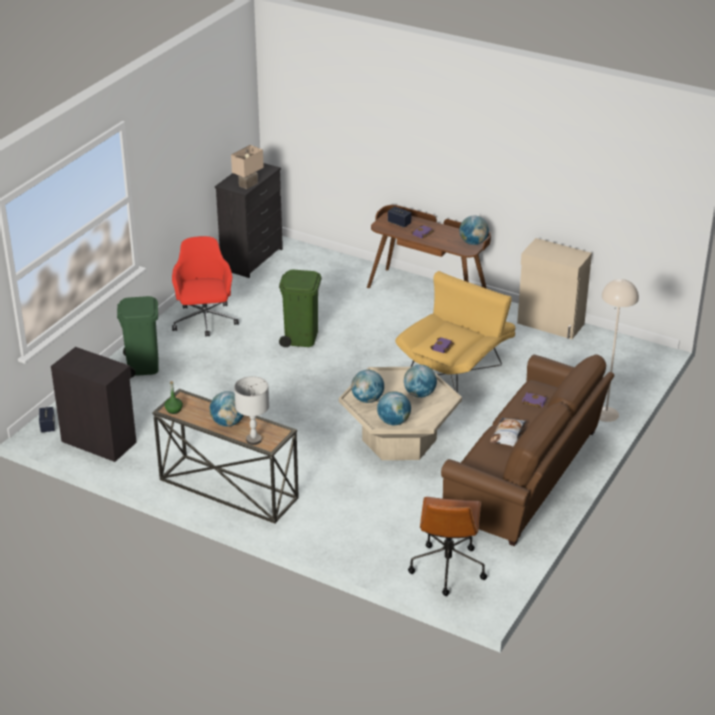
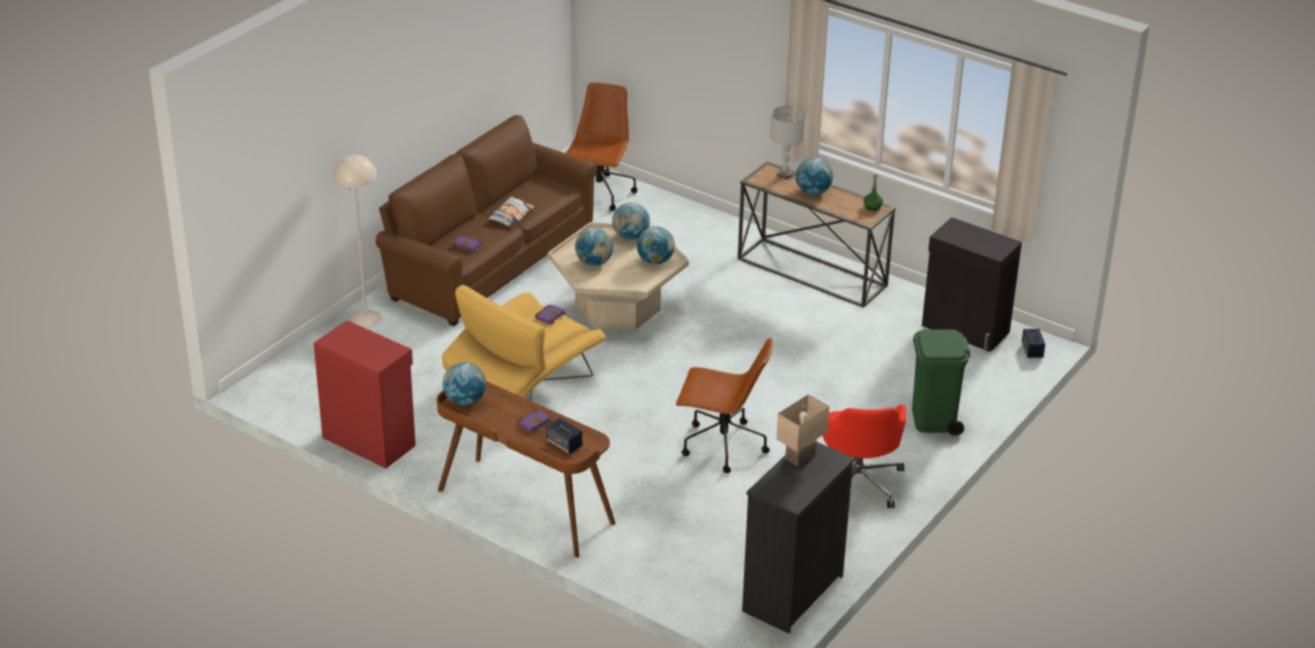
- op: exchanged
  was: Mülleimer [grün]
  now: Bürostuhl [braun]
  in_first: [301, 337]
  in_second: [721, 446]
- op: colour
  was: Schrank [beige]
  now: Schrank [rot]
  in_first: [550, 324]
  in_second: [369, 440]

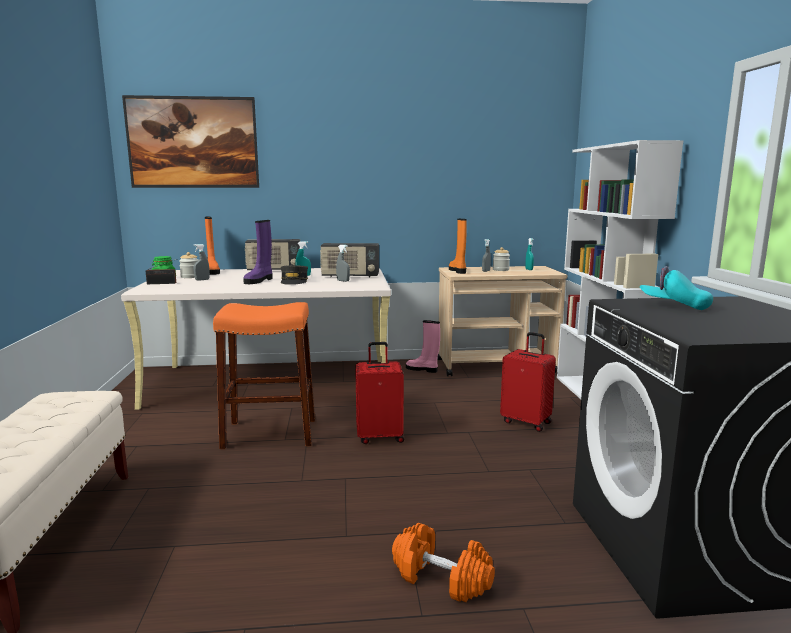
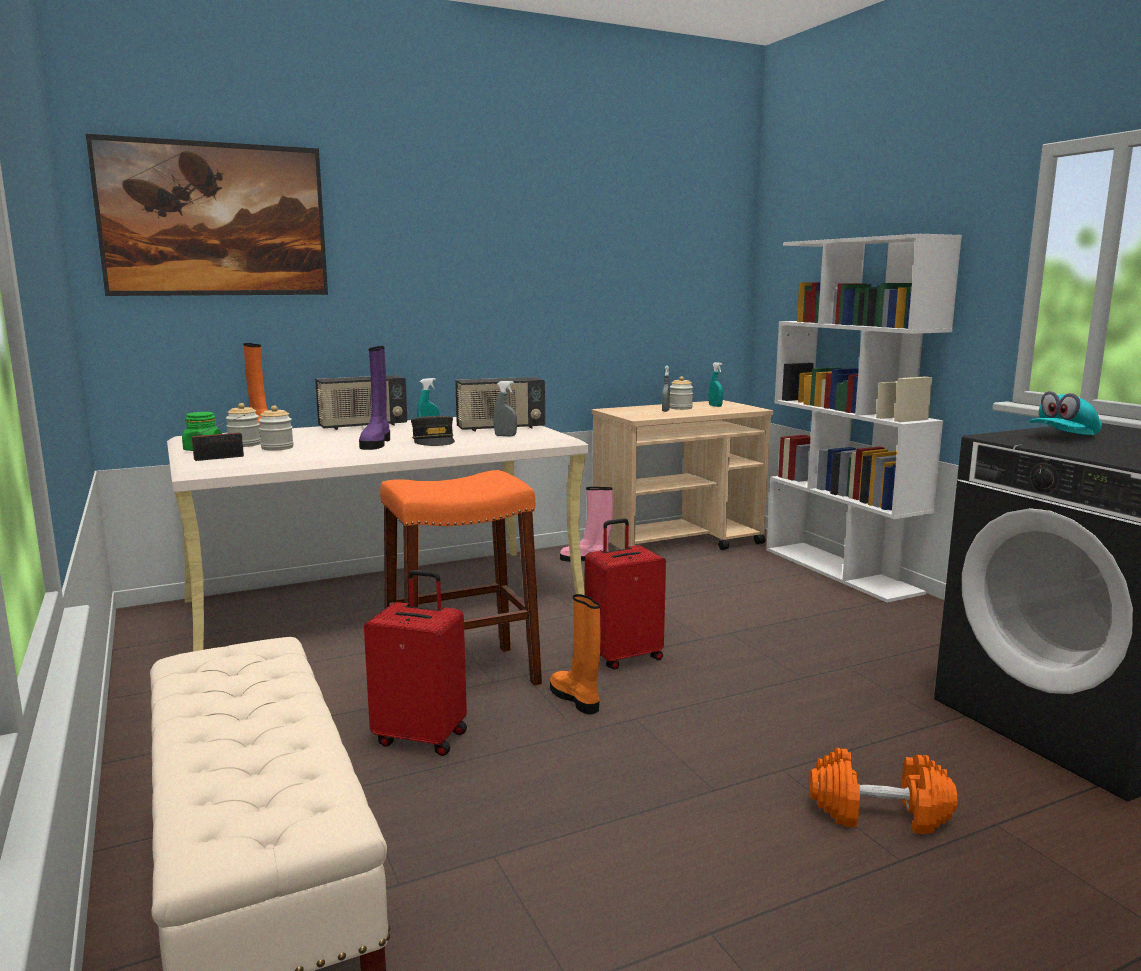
- op: relocated
  was: Stiefel [orange]
  in_first: [458, 271]
  in_second: [576, 699]
- op: relocated
  was: Koffer [rot]
  in_first: [526, 422]
  in_second: [422, 737]
- op: exchanged
  was: Sprühflasche [grau]
  now: Vorratsglas
  in_first: [202, 280]
  in_second: [277, 448]
- op: spun
  was: Kappe [türkis]
  in_first: [674, 306]
  in_second: [1063, 437]
  clockwise: -45

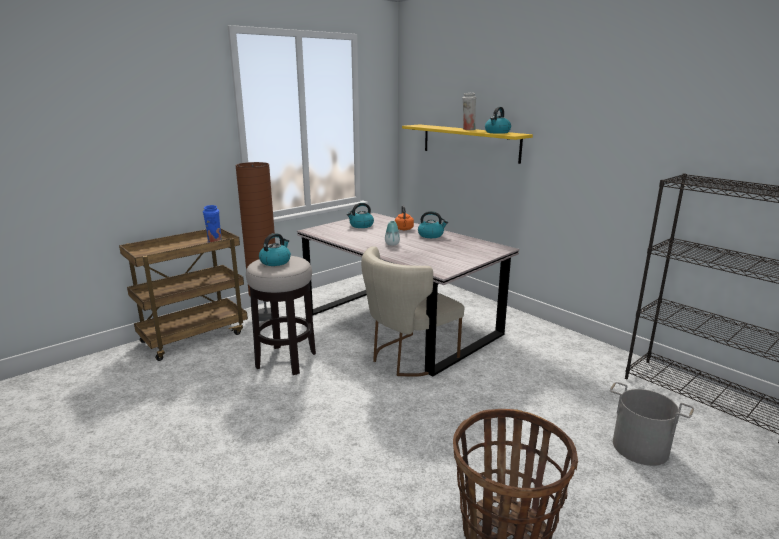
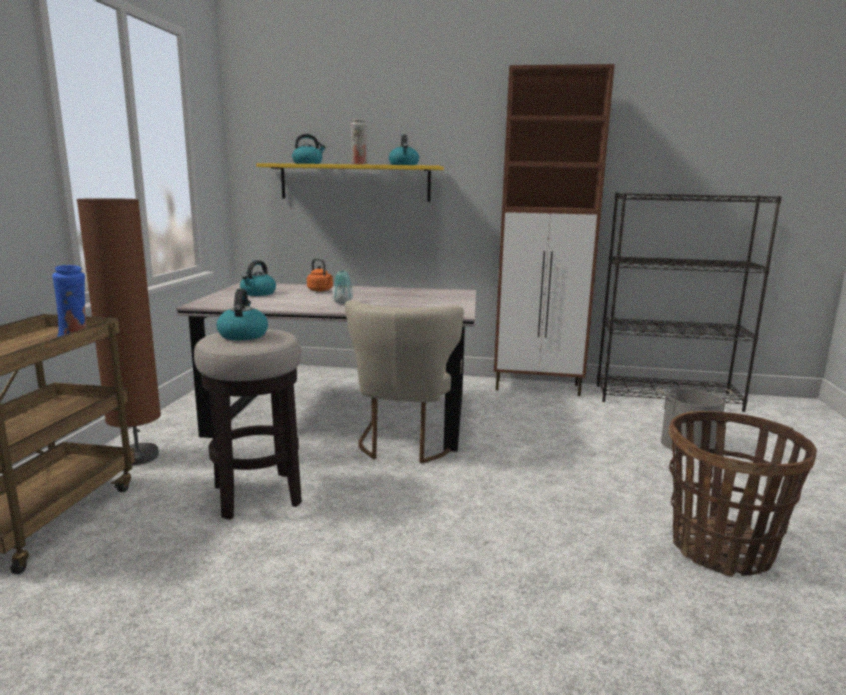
- op: appeared
  now: Schrank [braun]
  in_second: [538, 388]
- op: relocated
  was: Wasserkessel
  in_first: [431, 235]
  in_second: [308, 164]

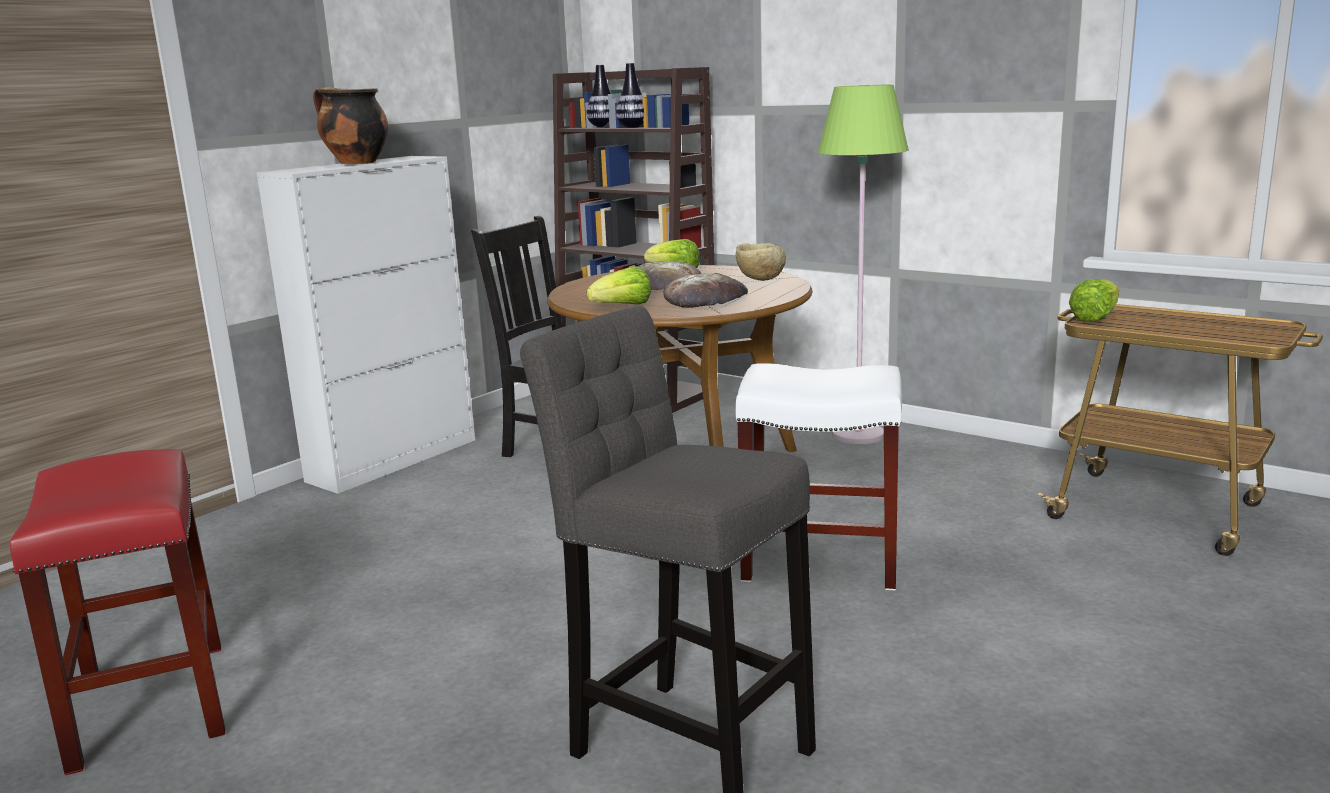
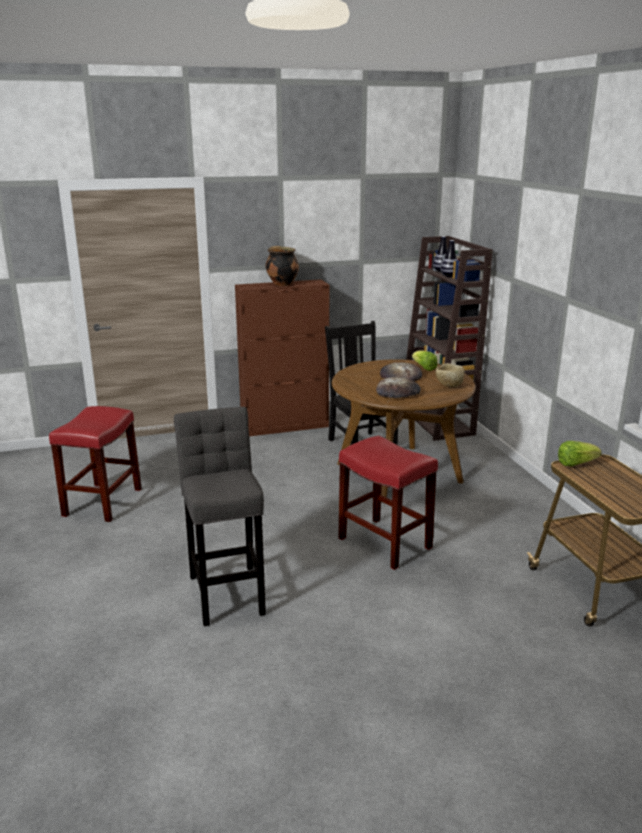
- op: missing
  was: Salatkopf
  in_first: [623, 306]
- op: missing
  was: Stehlampe [grün]
  in_first: [858, 435]
- op: colour
  was: Schrank [weiß]
  now: Schrank [braun]
  in_first: [394, 460]
  in_second: [285, 426]
- op: colour
  was: Hocker [weiß]
  now: Hocker [rot]
  in_first: [822, 560]
  in_second: [385, 543]

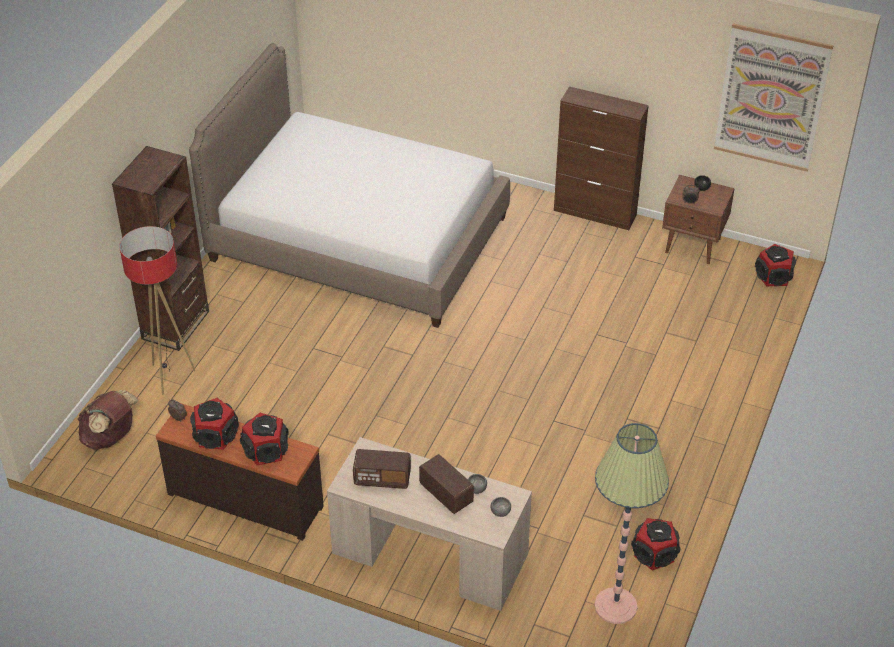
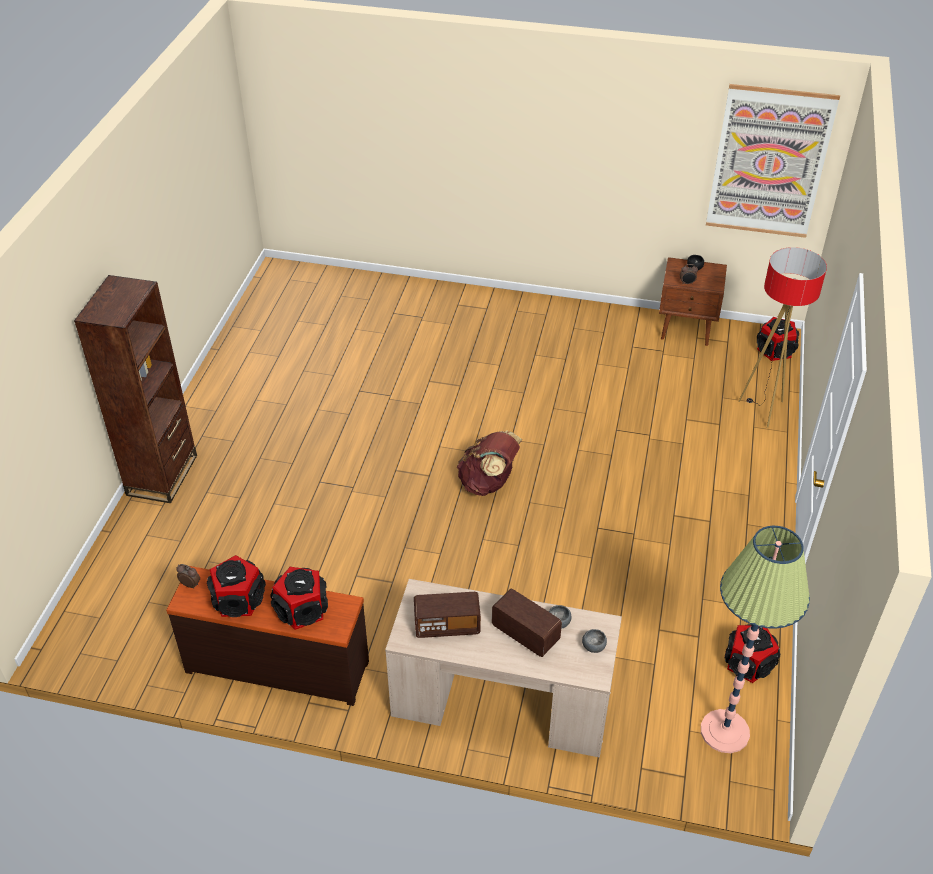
- op: missing
  was: Bett
  in_first: [358, 238]
- op: missing
  was: Schrank [braun]
  in_first: [595, 213]
- op: relocated
  was: Rucksack [braun]
  in_first: [110, 437]
  in_second: [488, 483]
- op: relocated
  was: Stehlampe
  in_first: [170, 376]
  in_second: [762, 410]

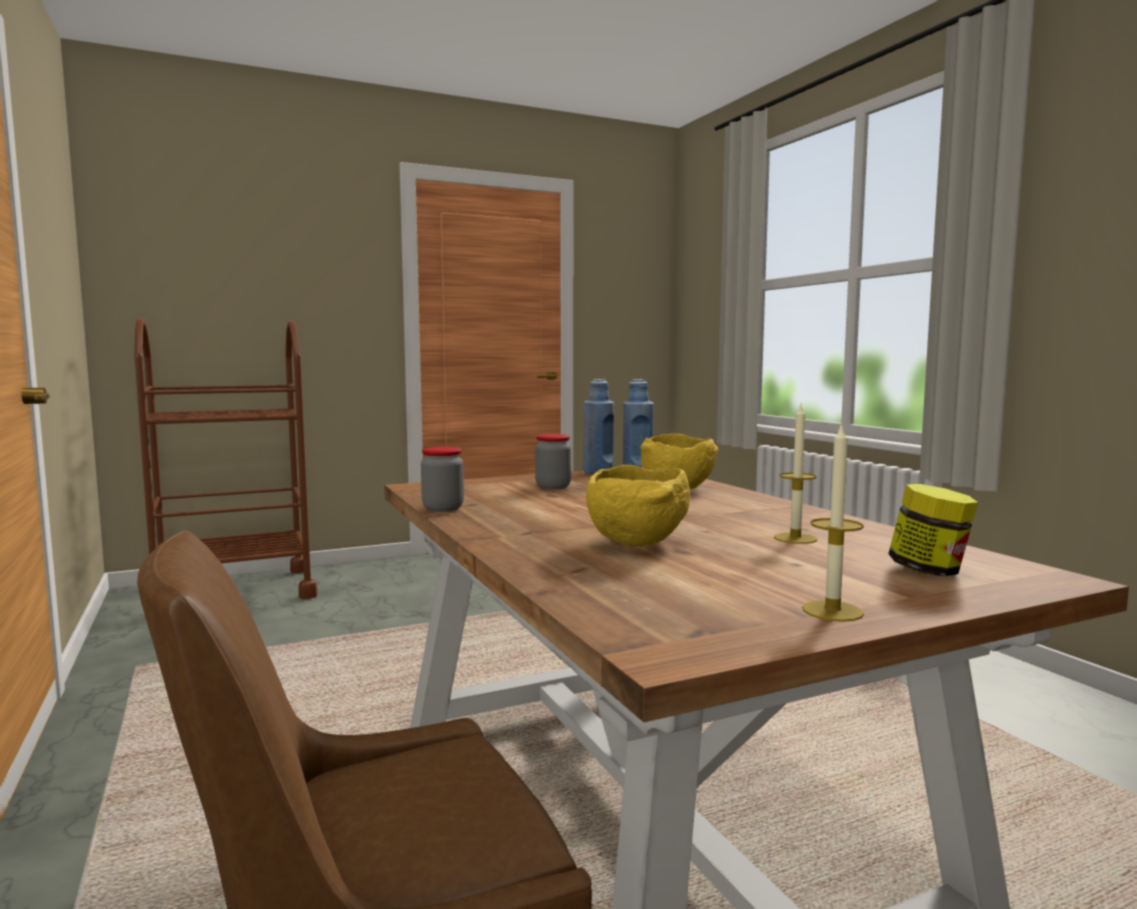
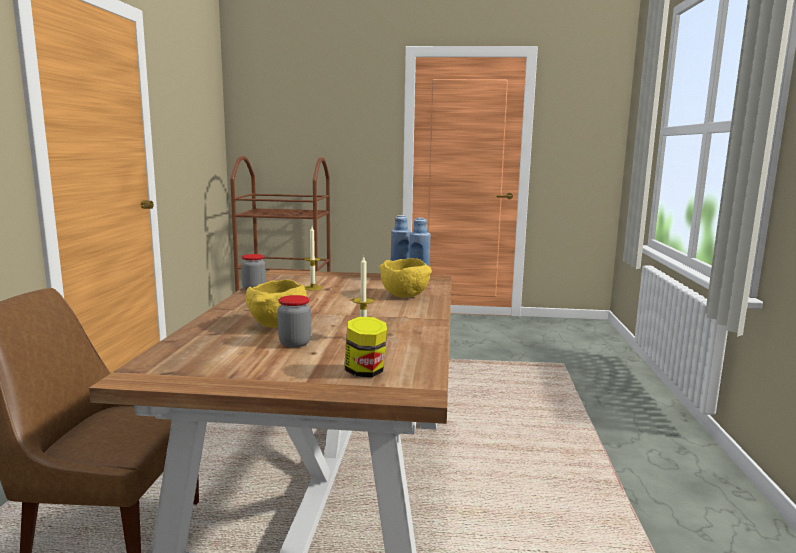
- op: relocated
  was: Vorratsglas
  in_first: [553, 487]
  in_second: [295, 343]
- op: relocated
  was: Kerze
  in_first: [832, 611]
  in_second: [313, 288]

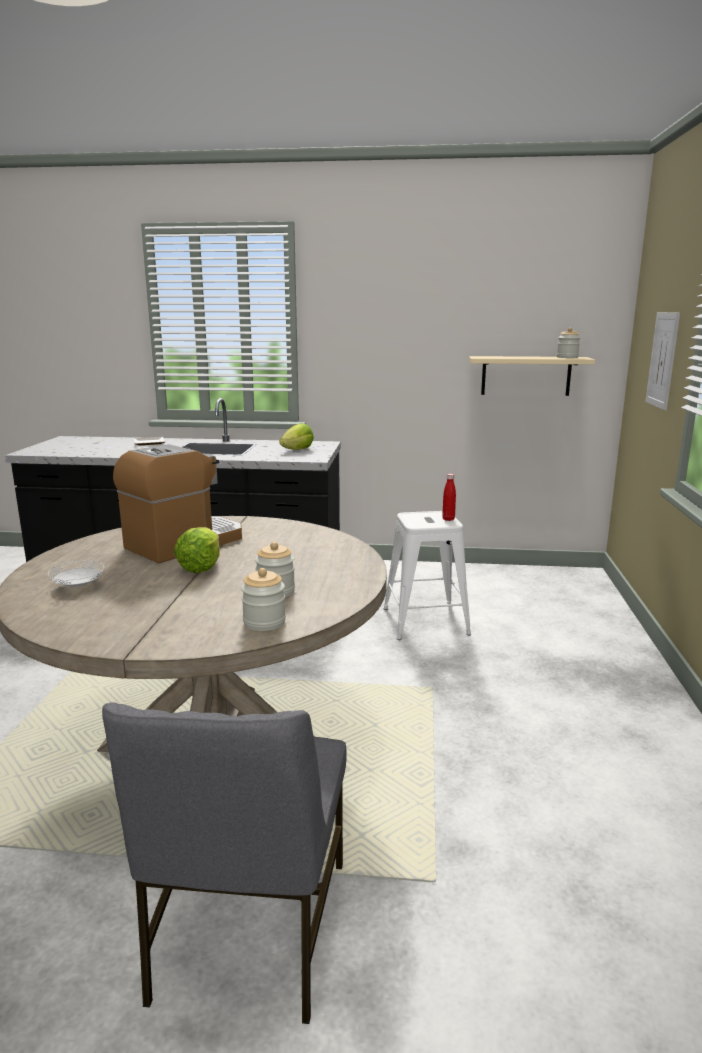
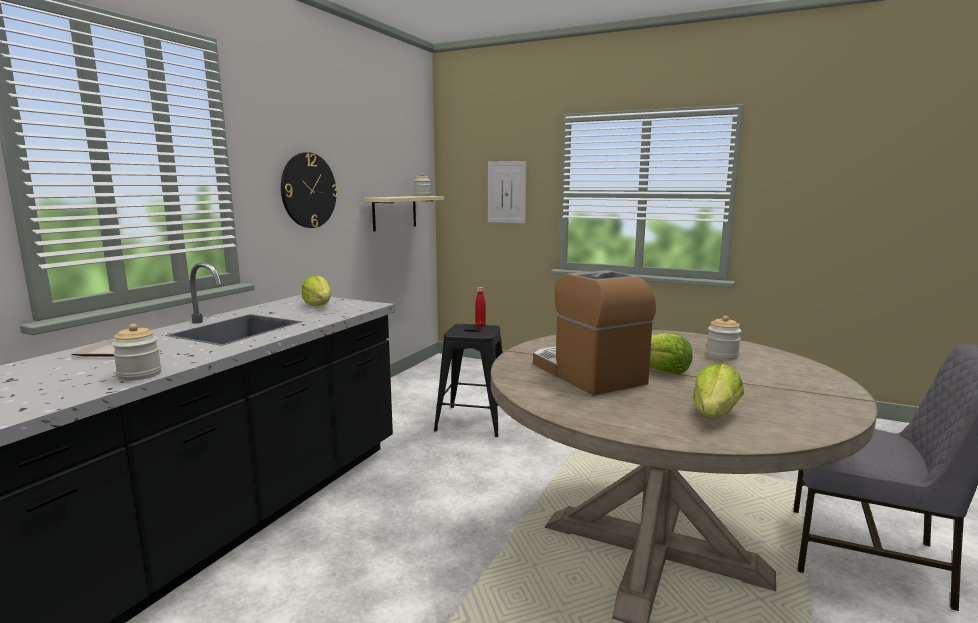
- op: appeared
  now: Wanduhr
  in_second: [308, 190]
- op: relocated
  was: Vorratsglas
  in_first: [264, 622]
  in_second: [140, 375]
- op: exchanged
  was: Teller [weiß]
  now: Salatkopf
  in_first: [78, 586]
  in_second: [714, 415]
- op: colour
  was: Hocker [weiß]
  now: Hocker [schwarz]
  in_first: [424, 621]
  in_second: [472, 421]

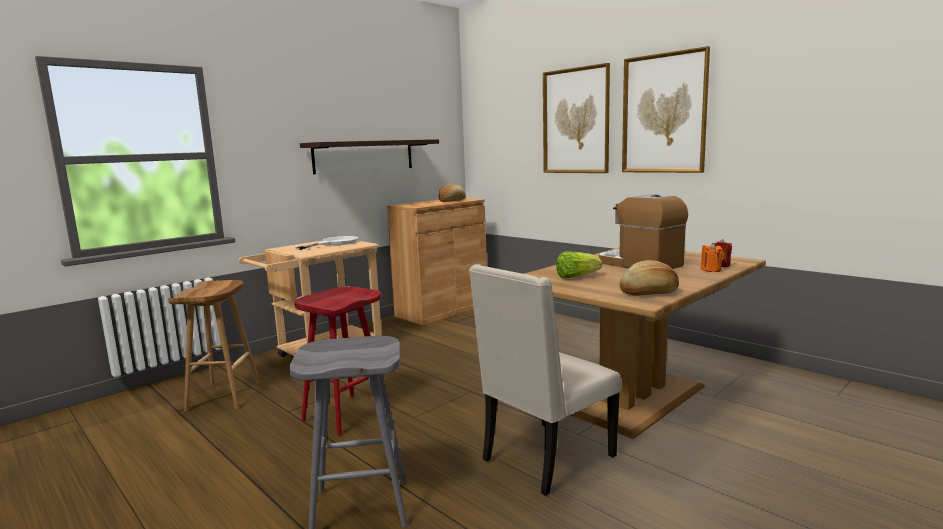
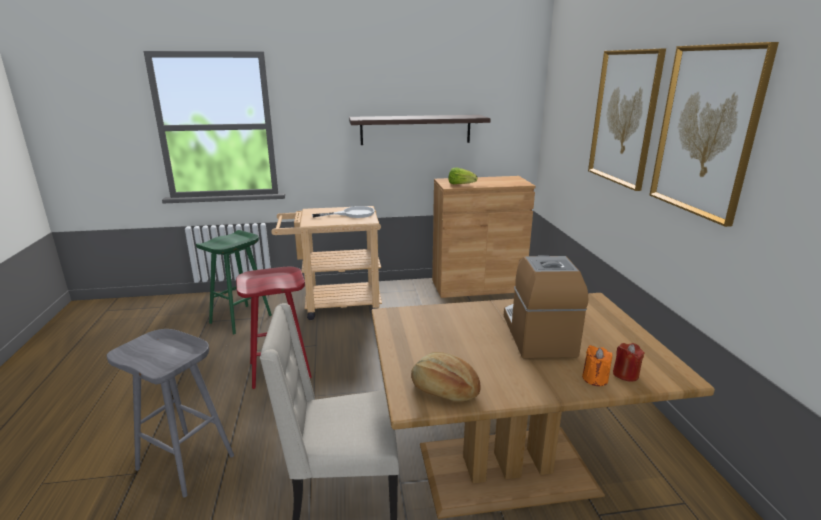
- op: missing
  was: Brot
  in_first: [452, 201]
- op: relocated
  was: Salatkopf
  in_first: [576, 277]
  in_second: [460, 184]
- op: colour
  was: Hocker [braun]
  now: Hocker [grün]
  in_first: [224, 396]
  in_second: [240, 319]

